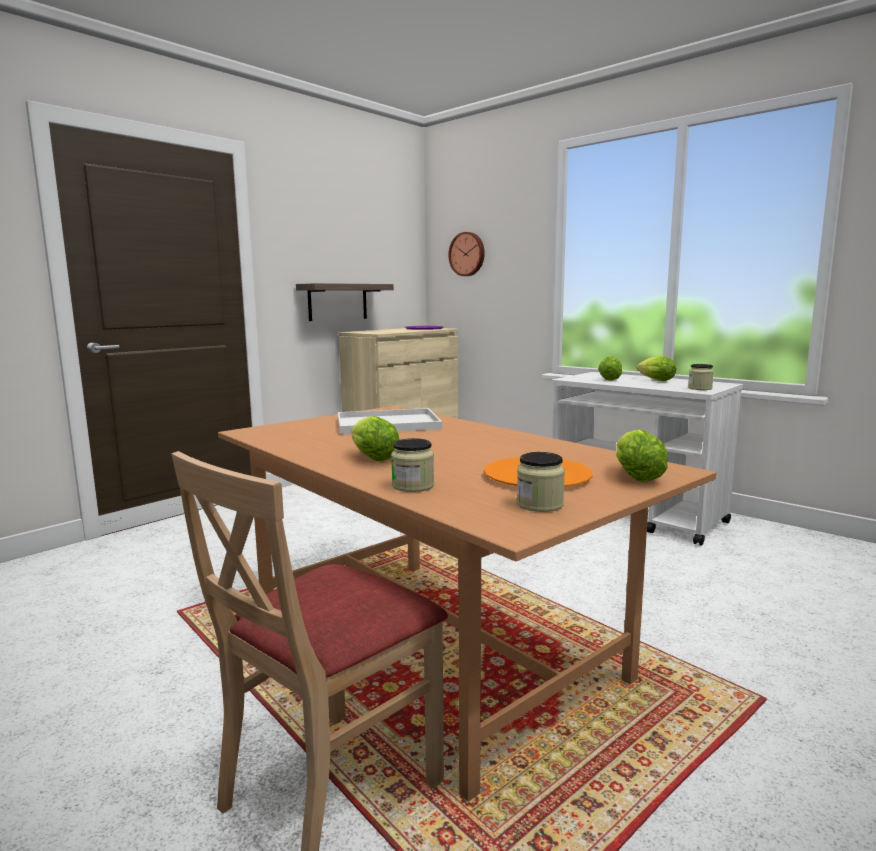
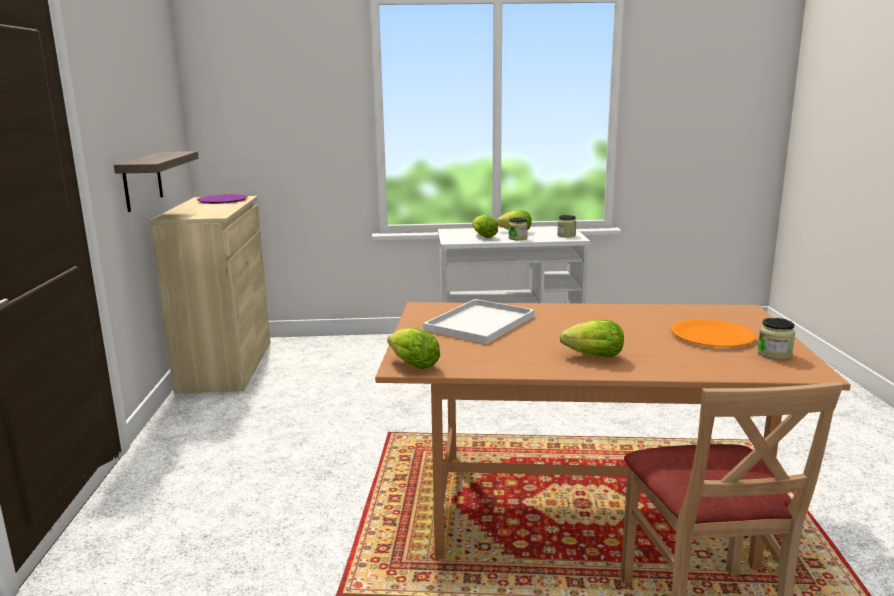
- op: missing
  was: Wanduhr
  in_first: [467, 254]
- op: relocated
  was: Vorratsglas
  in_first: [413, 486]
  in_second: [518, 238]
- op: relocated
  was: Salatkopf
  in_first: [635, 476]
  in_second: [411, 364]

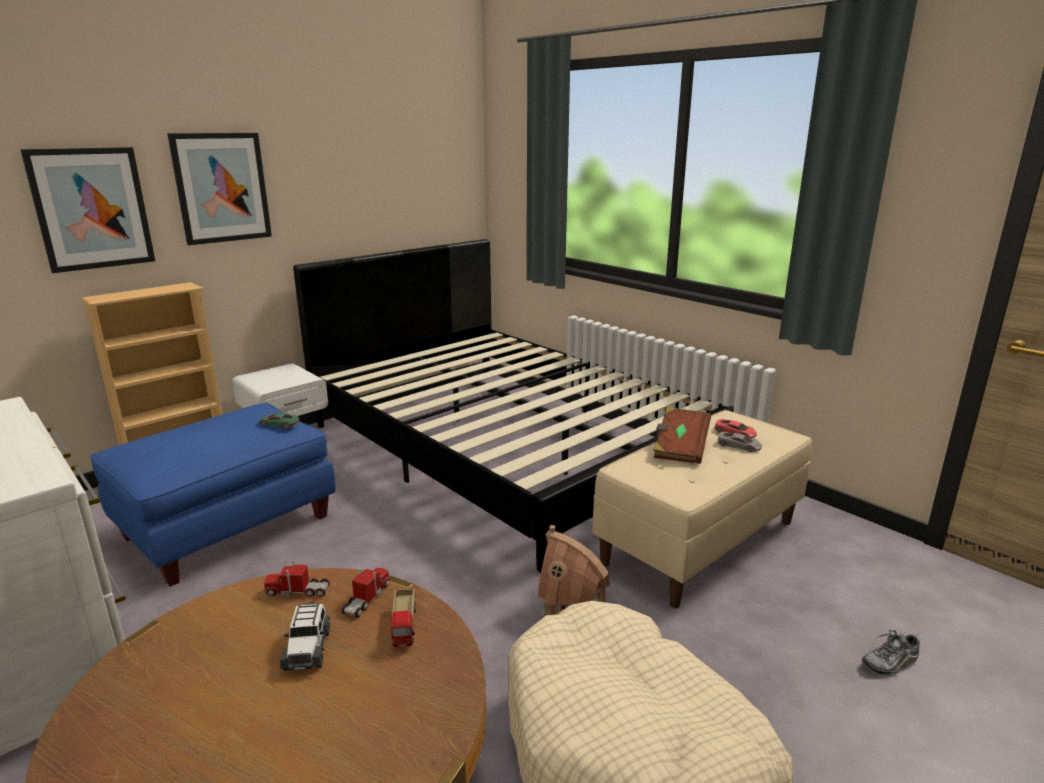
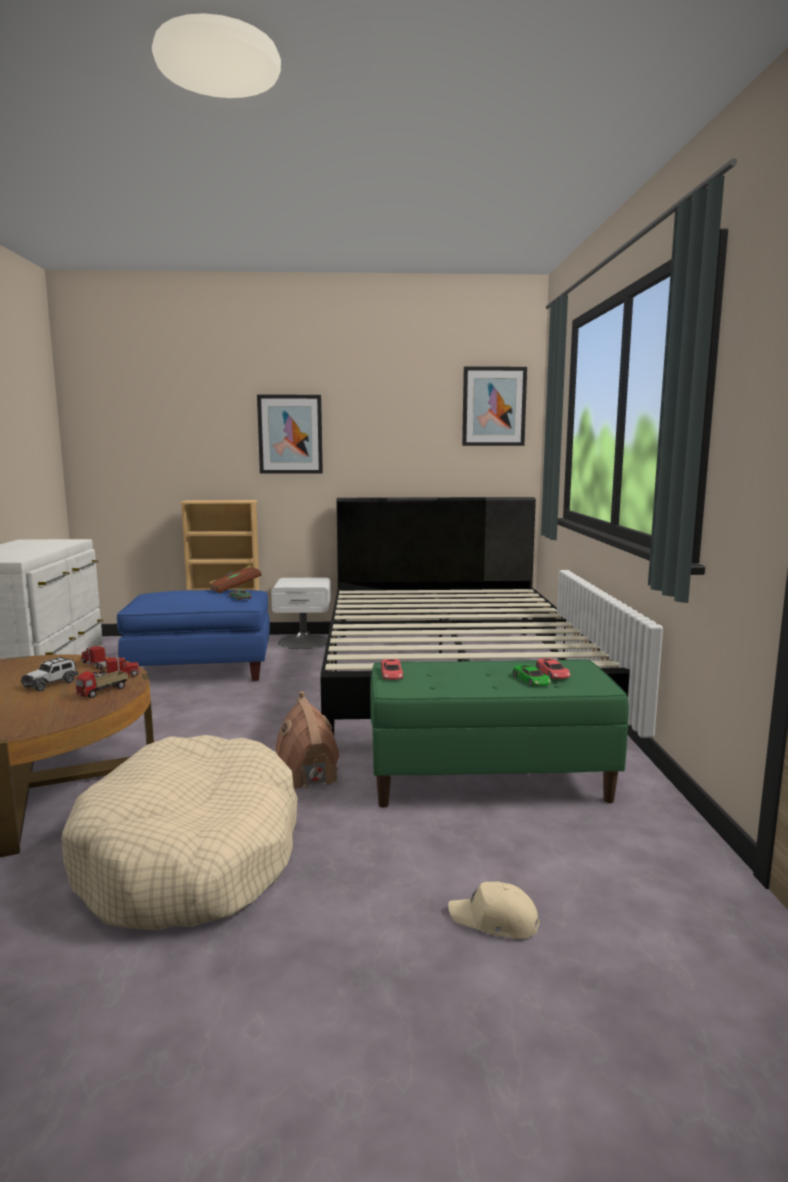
- op: appeared
  now: Spielzeugauto [rot]
  in_second: [391, 674]
- op: relocated
  was: Bild
  in_first: [92, 209]
  in_second: [494, 406]
- op: relocated
  was: Buch [braun]
  in_first: [679, 448]
  in_second: [235, 589]
- op: exchanged
  was: Schuh
  now: Kappe [beige]
  in_first: [890, 662]
  in_second: [494, 921]
- op: colour
  was: Bank [beige]
  now: Bank [grün]
  in_first: [699, 541]
  in_second: [489, 780]
- op: colour
  was: Spielzeugauto [grau]
  now: Spielzeugauto [grün]
  in_first: [739, 445]
  in_second: [531, 680]

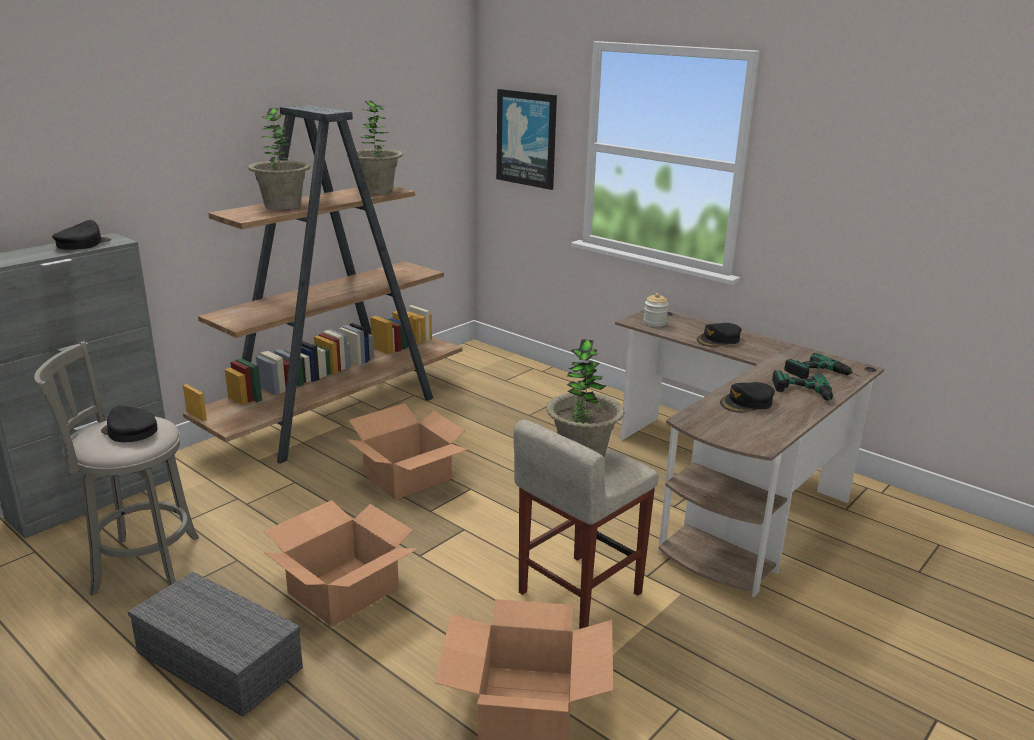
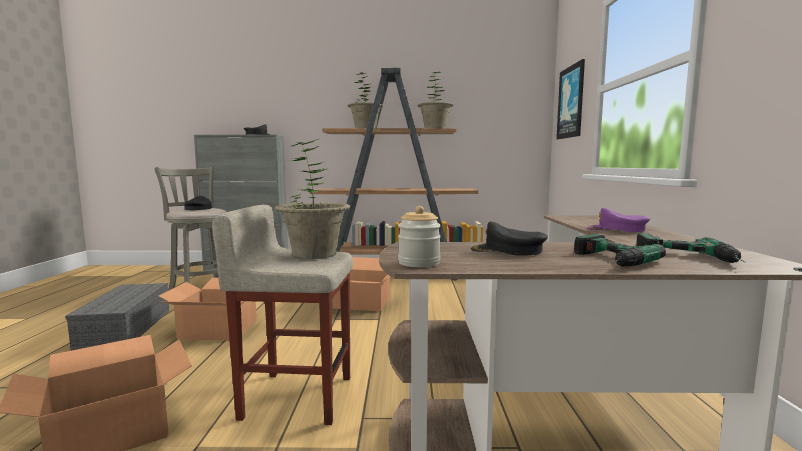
- op: relocated
  was: Vorratsglas
  in_first: [654, 323]
  in_second: [419, 263]
- op: colour
  was: Kappe [schwarz]
  now: Kappe [lila]
  in_first: [719, 340]
  in_second: [617, 229]

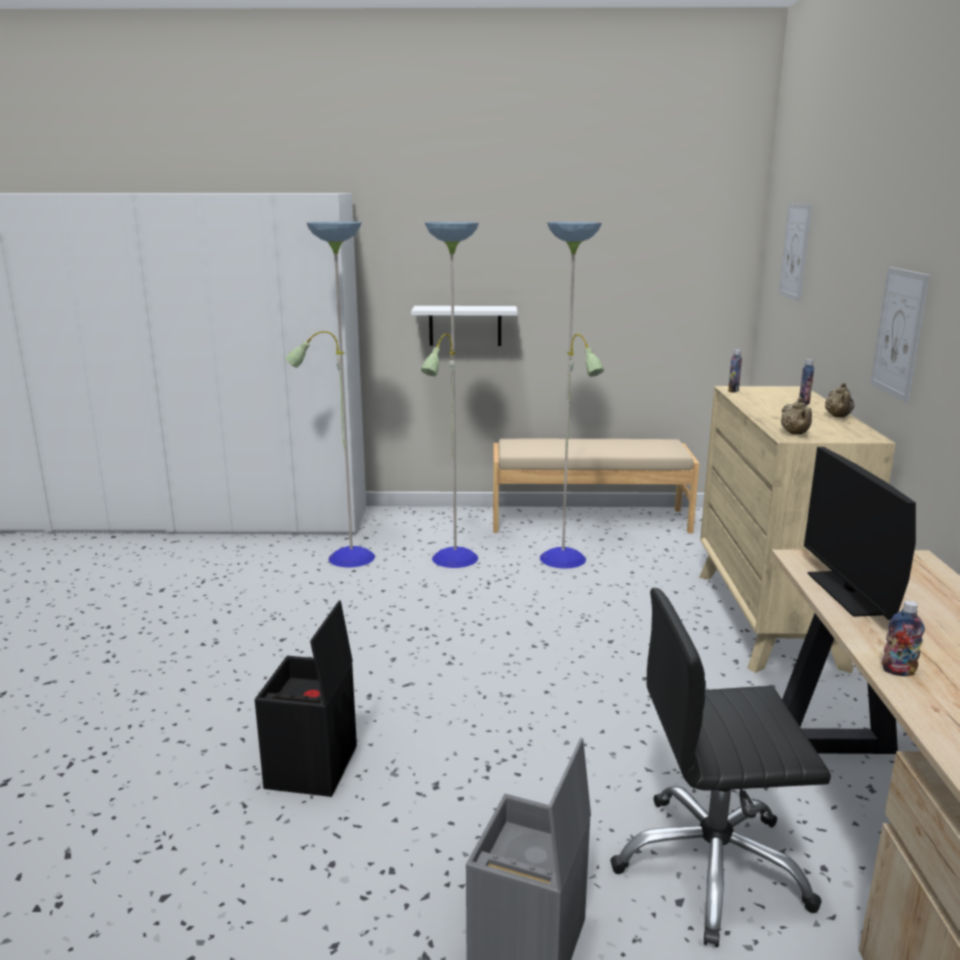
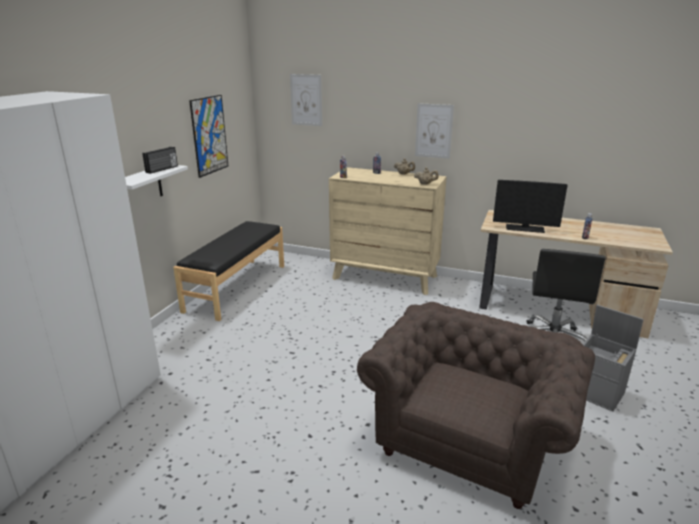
- op: missing
  was: Stehlampe
  in_first: [454, 559]
- op: appeared
  now: Radio
  in_second: [162, 169]
- op: appeared
  now: Bild
  in_second: [209, 135]
- op: exchanged
  was: Aufbewahrungsbox [schwarz]
  now: Sessel [braun]
  in_first: [312, 768]
  in_second: [469, 438]
- op: colour
  was: Bank [beige]
  now: Bank [schwarz]
  in_first: [589, 520]
  in_second: [236, 287]

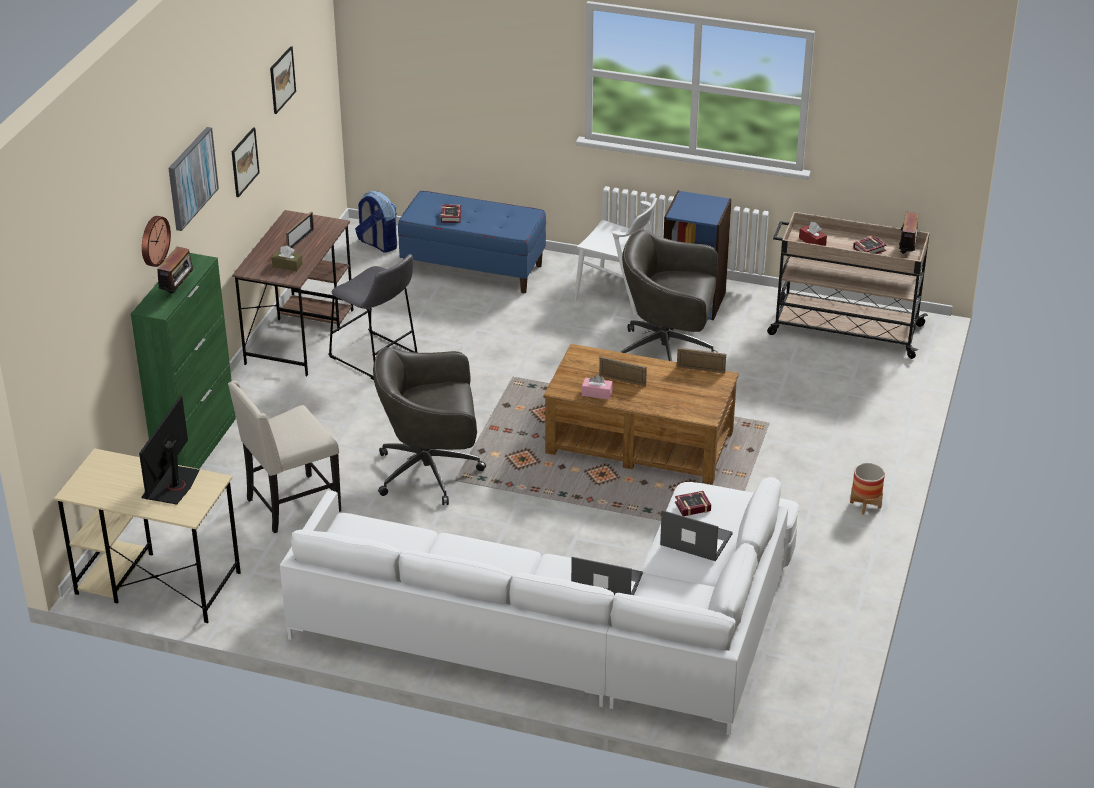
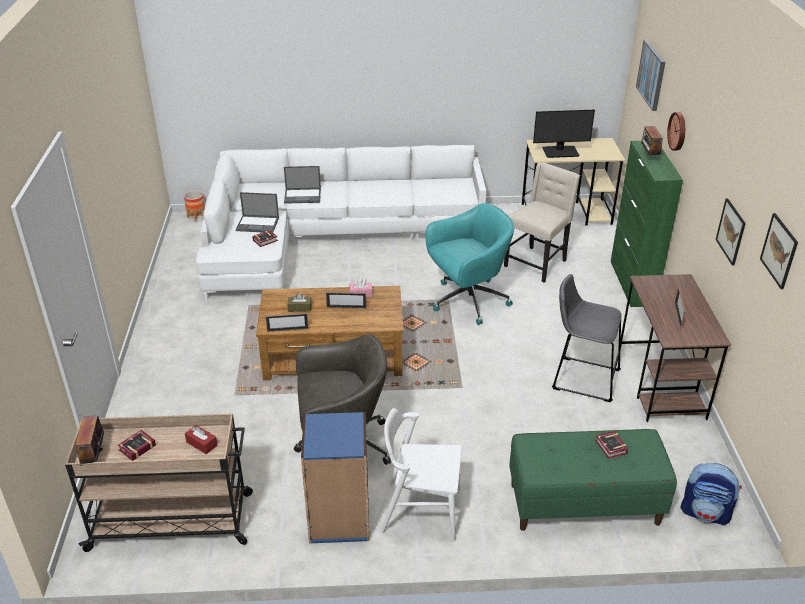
- op: relocated
  was: Bild
  in_first: [191, 178]
  in_second: [652, 75]
- op: relocated
  was: Taschentuchbox [braun]
  in_first: [287, 265]
  in_second: [300, 308]
- op: relocated
  was: Pflanzkübel
  in_first: [865, 505]
  in_second: [196, 217]
- op: colour
  was: Bürostuhl [grau]
  now: Bürostuhl [türkis]
  in_first: [431, 472]
  in_second: [467, 301]
- op: colour
  was: Bank [blau]
  now: Bank [grün]
  in_first: [473, 268]
  in_second: [584, 504]
- op: spun
  was: Monitor
  in_first: [172, 485]
  in_second: [560, 152]
  clockwise: 90

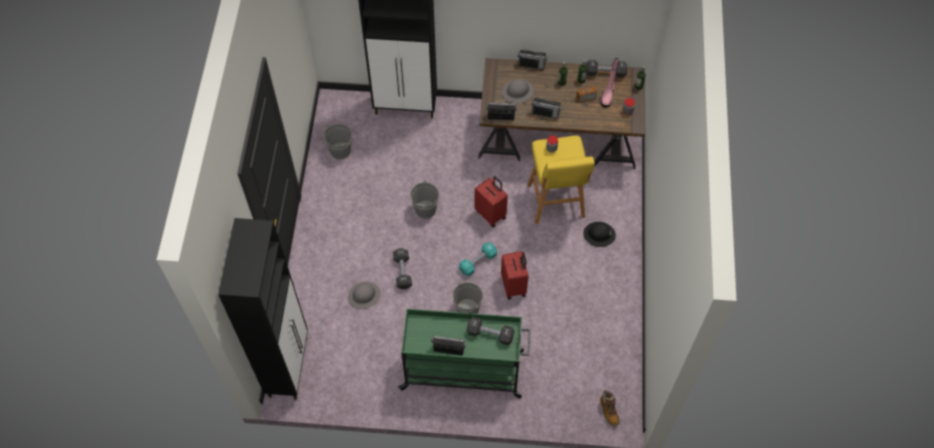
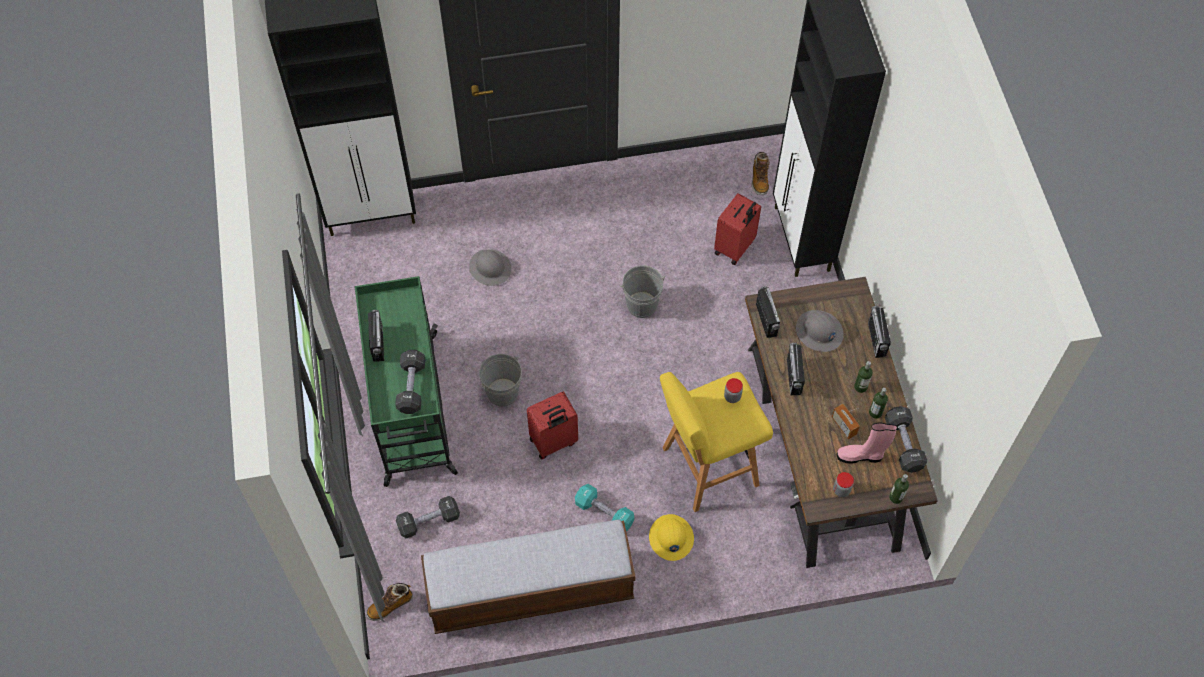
- op: missing
  was: Eimer [grau]
  in_first: [340, 151]
- op: appeared
  now: Bank
  in_second: [530, 591]
- op: appeared
  now: Stiefel
  in_second: [759, 180]
- op: relocated
  was: Hantel [schwarz]
  in_first: [402, 272]
  in_second: [429, 521]
- op: relocated
  was: Hantel [türkis]
  in_first: [478, 262]
  in_second: [604, 513]
- op: relocated
  was: Koffer [rot]
  in_first: [491, 214]
  in_second: [735, 248]
- op: colour
  was: Schutzhelm [schwarz]
  now: Schutzhelm [gelb]
  in_first: [599, 235]
  in_second: [671, 538]

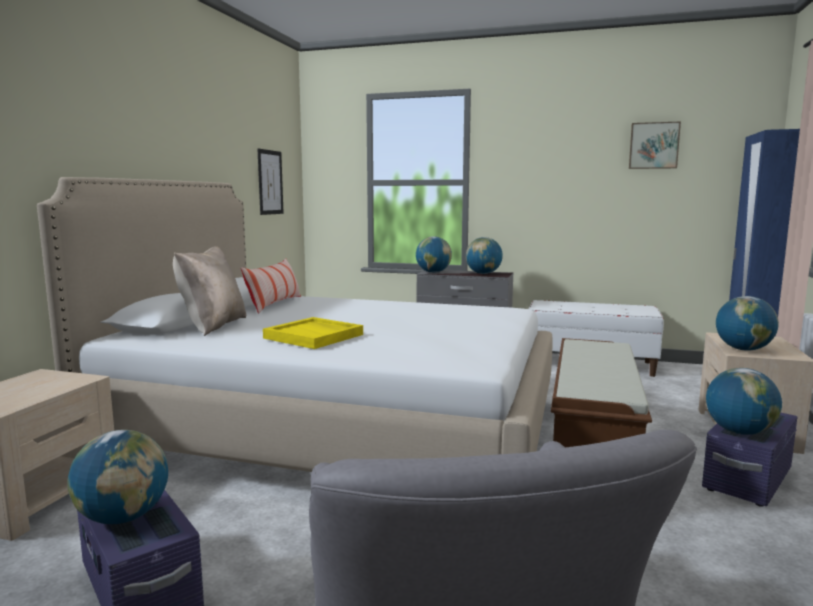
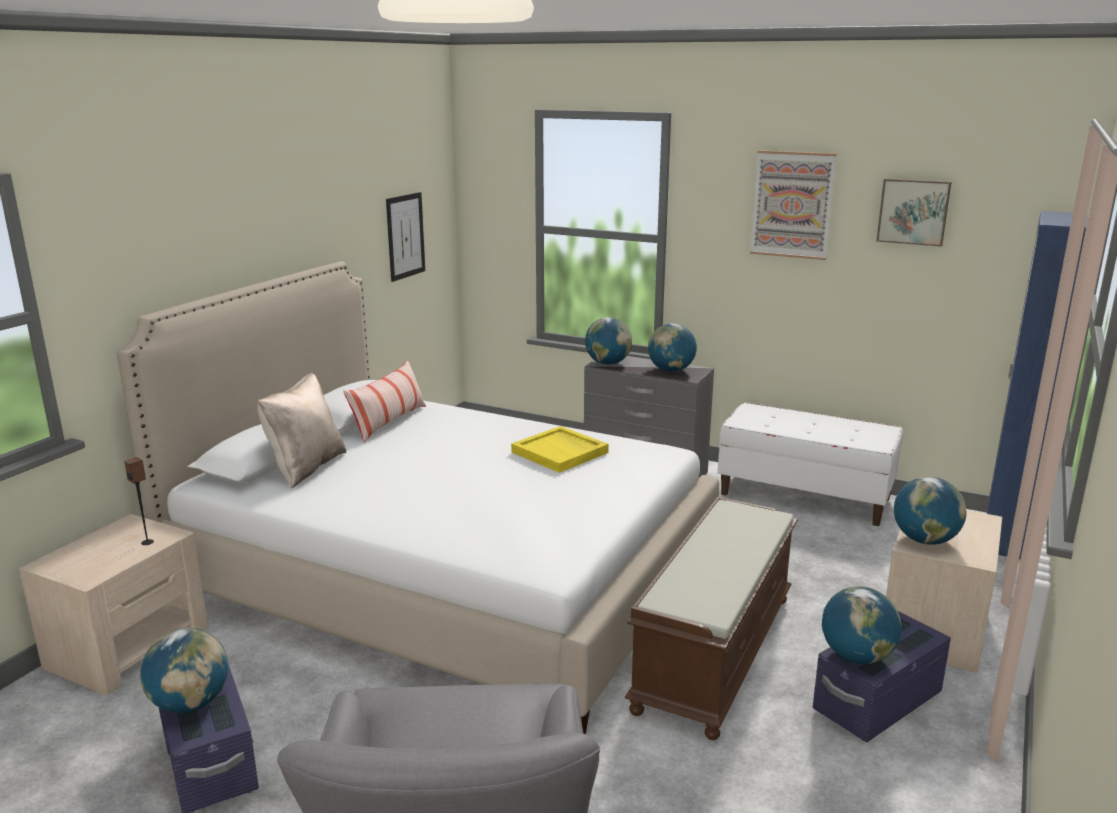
- op: appeared
  now: Lautsprecher
  in_second: [147, 542]
- op: appeared
  now: Bild
  in_second: [792, 204]
- op: relocated
  was: Tablett [gelb]
  in_first: [314, 336]
  in_second: [560, 452]

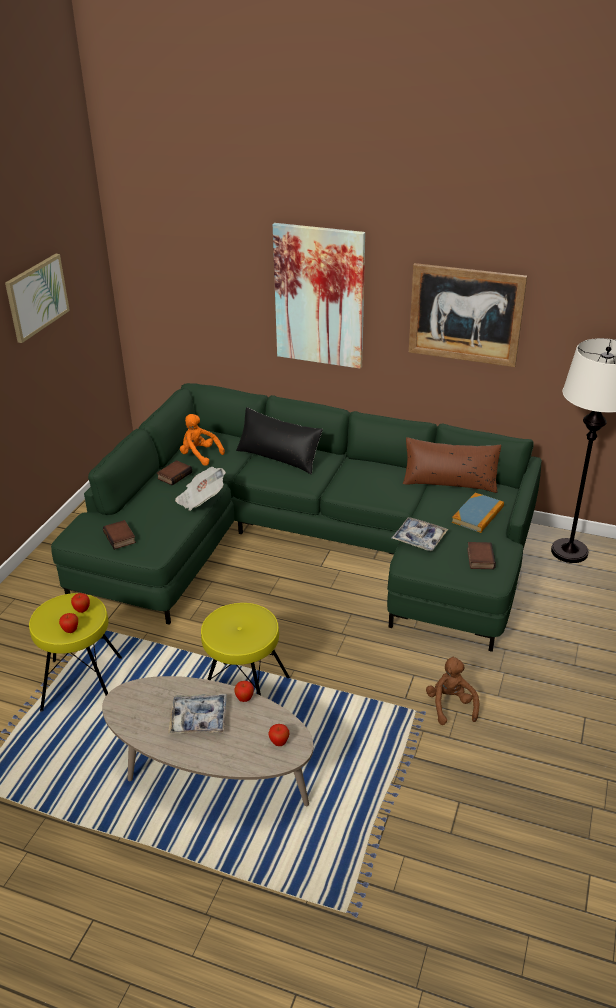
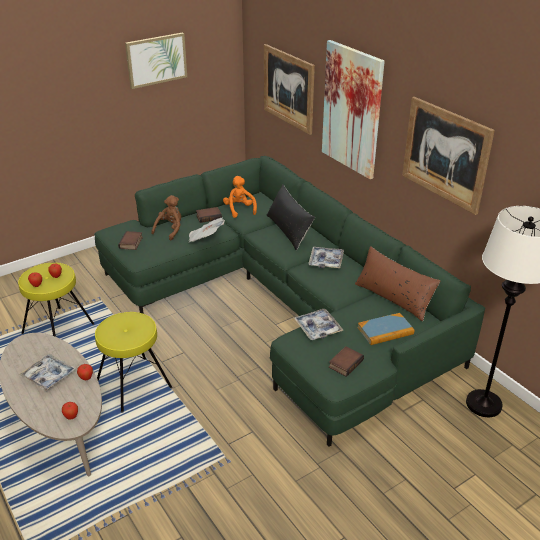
- op: appeared
  now: Bild
  in_second: [288, 88]
- op: appeared
  now: Tablett
  in_second: [326, 261]
- op: relocated
  was: Plüschtier [braun]
  in_first: [450, 705]
  in_second: [170, 230]

